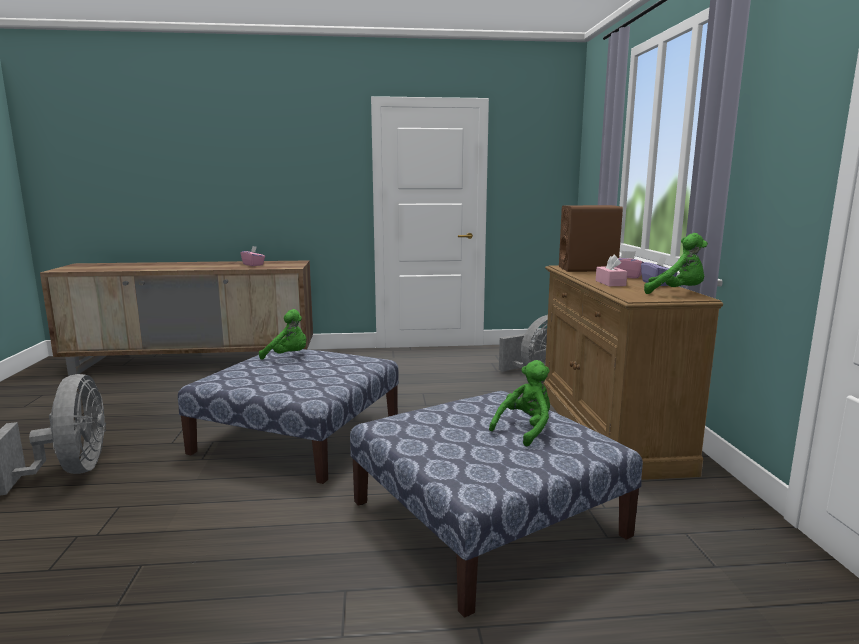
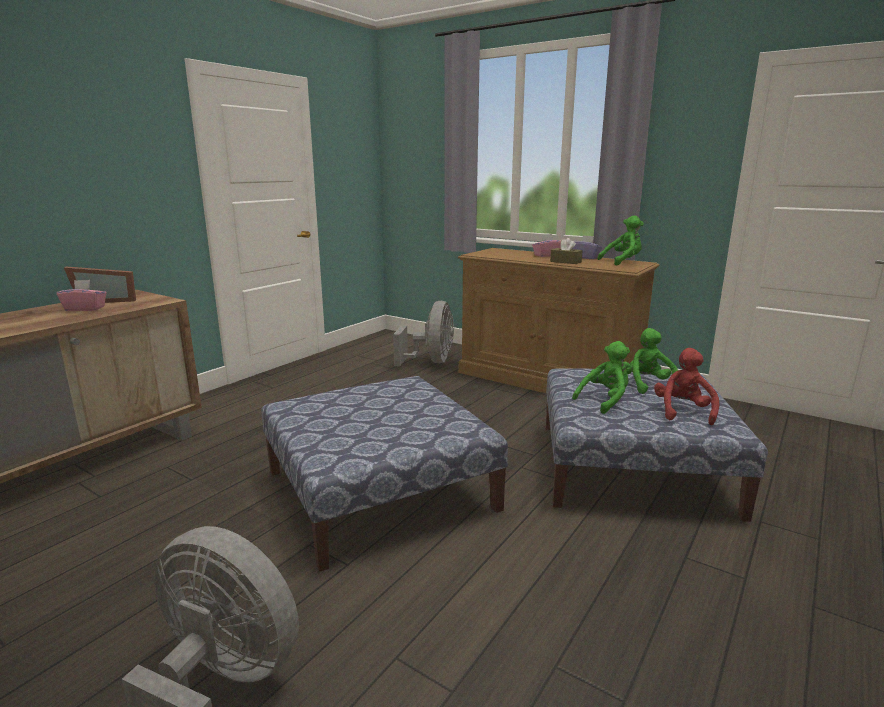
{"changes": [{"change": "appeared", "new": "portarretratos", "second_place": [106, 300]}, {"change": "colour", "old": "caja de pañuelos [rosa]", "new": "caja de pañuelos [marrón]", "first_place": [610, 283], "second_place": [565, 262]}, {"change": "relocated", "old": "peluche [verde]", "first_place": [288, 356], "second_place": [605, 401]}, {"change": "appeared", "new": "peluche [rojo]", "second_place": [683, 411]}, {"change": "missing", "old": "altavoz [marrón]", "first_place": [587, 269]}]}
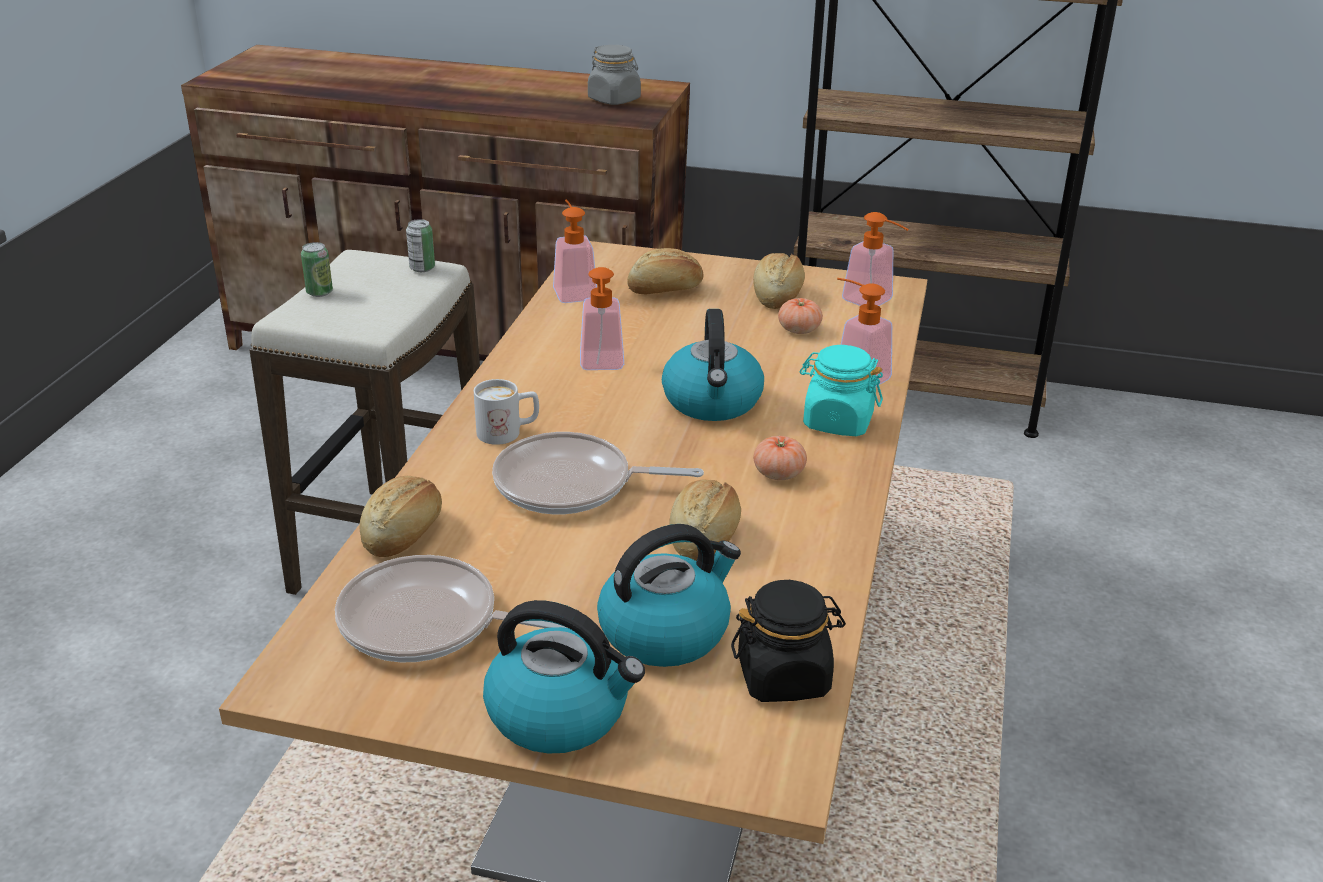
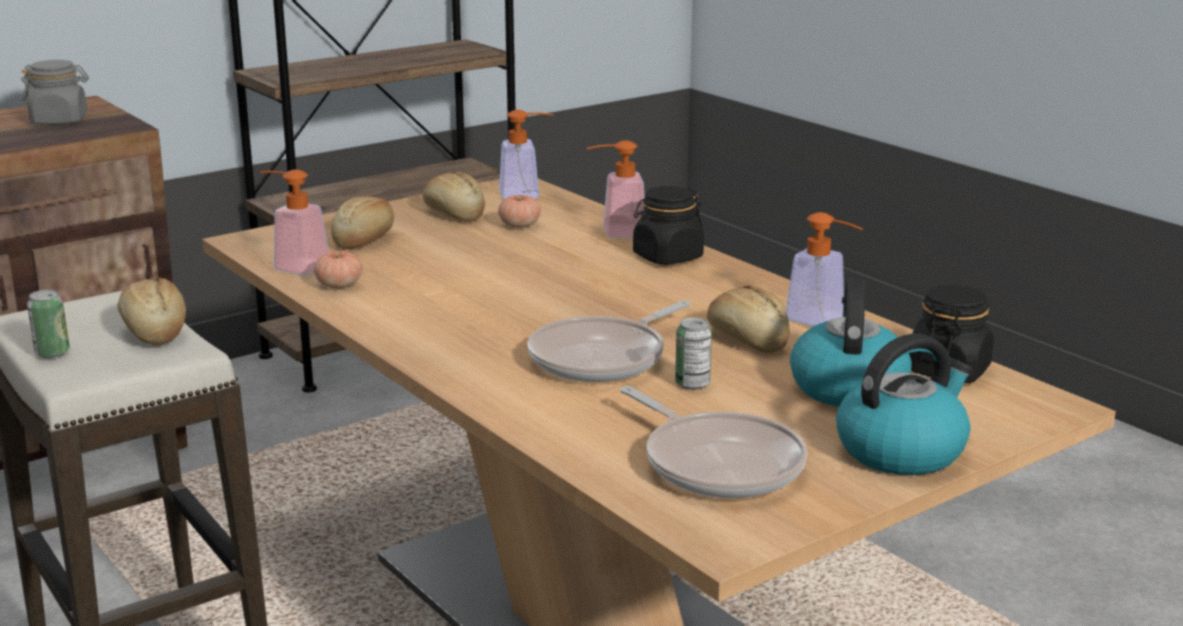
{"changes": [{"change": "relocated", "old": "pan", "first_place": [405, 533], "second_place": [154, 331]}, {"change": "relocated", "old": "tomate", "first_place": [778, 473], "second_place": [339, 285]}, {"change": "spun", "old": "sartén", "first_place": [428, 623], "second_place": [718, 463], "degrees": -90}, {"change": "colour", "old": "tarro [turquesa]", "new": "tarro [negro]", "first_place": [837, 422], "second_place": [667, 257]}, {"change": "relocated", "old": "lata", "first_place": [422, 268], "second_place": [692, 384]}, {"change": "relocated", "old": "dispensador de jabón", "first_place": [602, 366], "second_place": [824, 321]}, {"change": "missing", "old": "taza grande [blanco]", "first_place": [508, 432]}, {"change": "missing", "old": "hervidor", "first_place": [712, 402]}]}
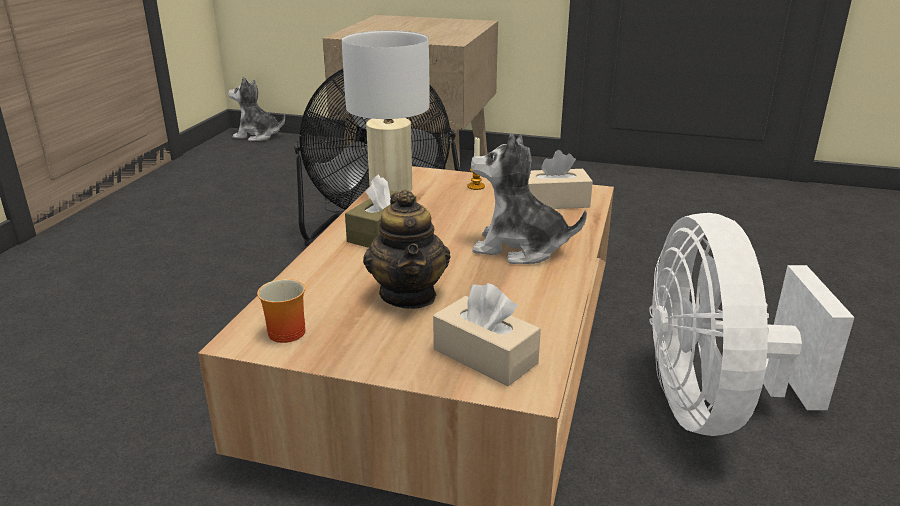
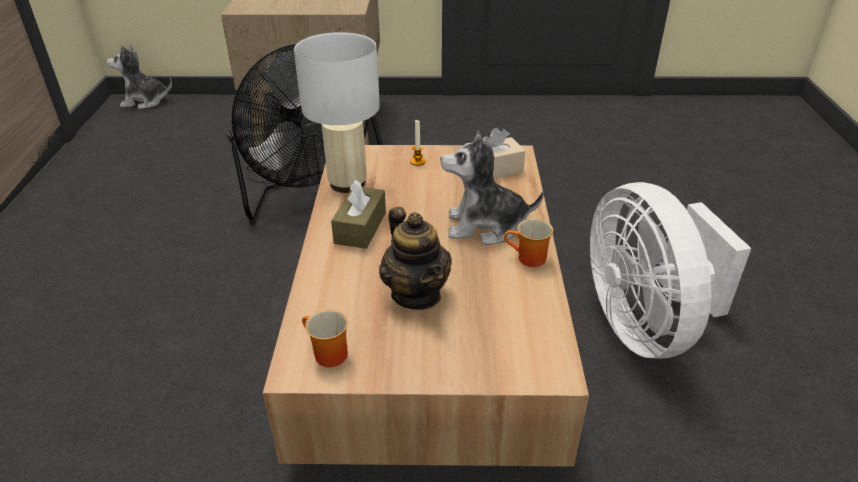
{"changes": [{"change": "appeared", "new": "taza grande", "second_place": [528, 259]}, {"change": "missing", "old": "caja de pañuelos [beis]", "first_place": [485, 356]}]}
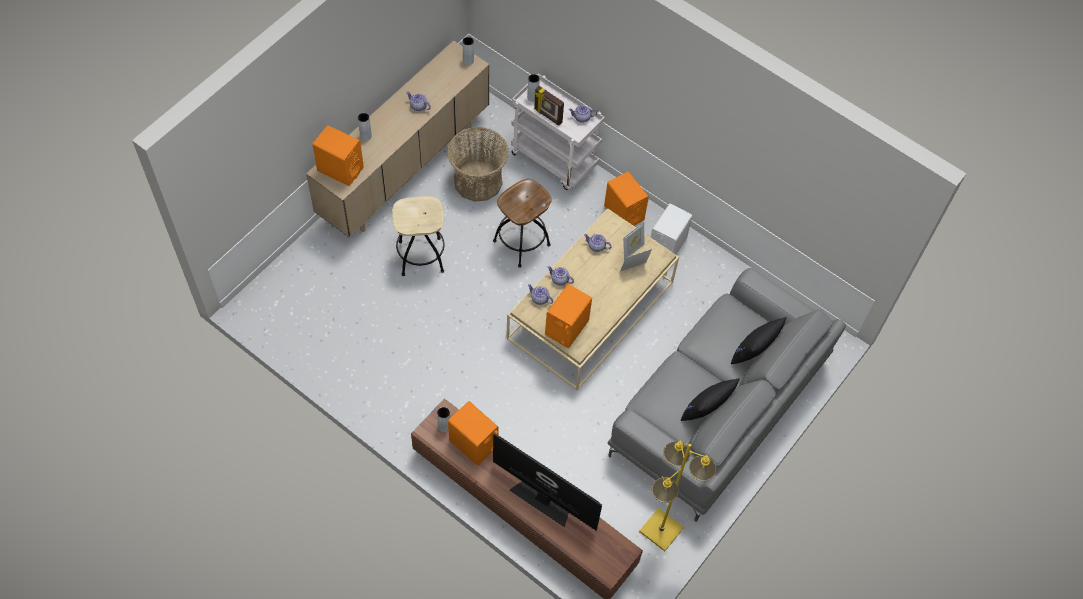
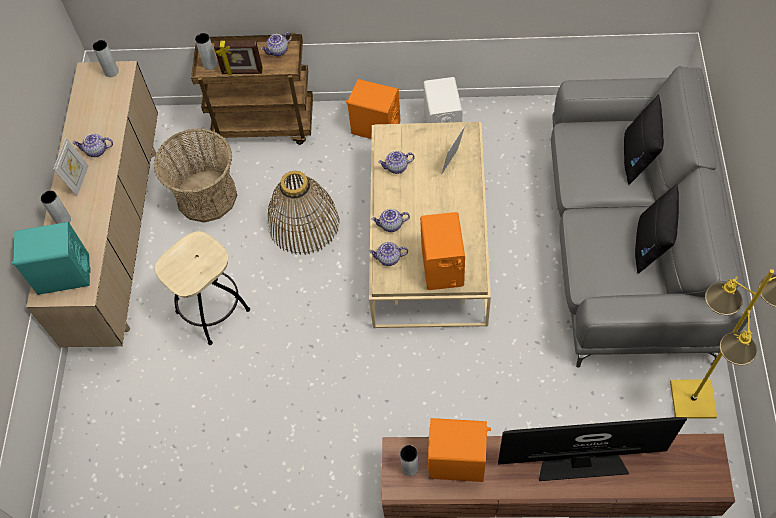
{"changes": [{"change": "colour", "old": "altavoz [naranja]", "new": "altavoz [turquesa]", "first_place": [340, 169], "second_place": [63, 275]}, {"change": "relocated", "old": "portarretratos", "first_place": [632, 250], "second_place": [79, 180]}, {"change": "colour", "old": "carrito [blanco]", "new": "carrito [marrón]", "first_place": [555, 160], "second_place": [265, 124]}, {"change": "exchanged", "old": "taburete [marrón]", "new": "cesta", "first_place": [522, 242], "second_place": [303, 224]}]}
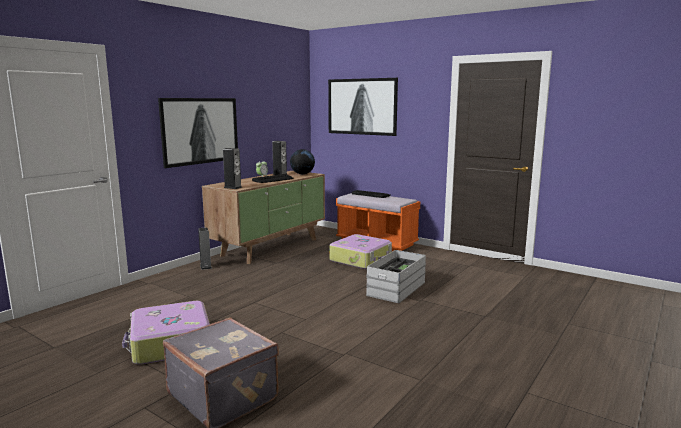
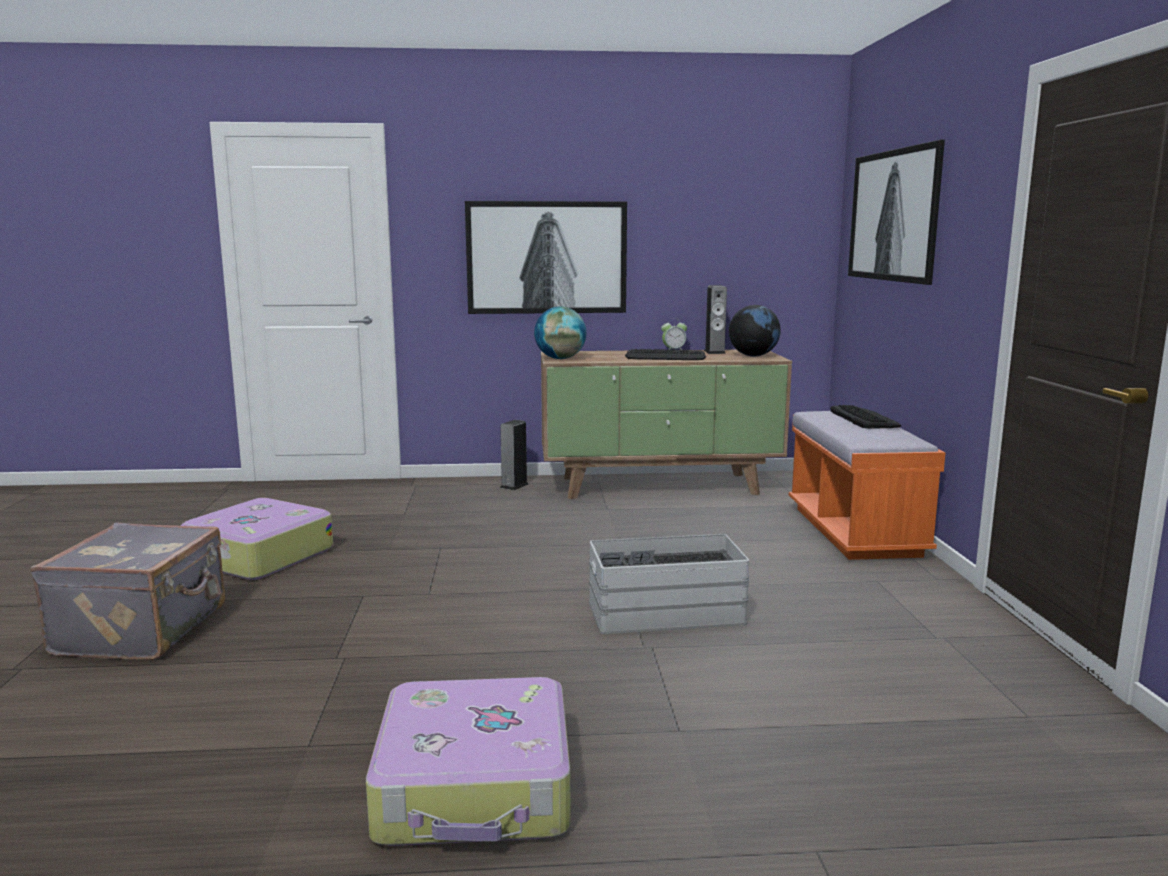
{"changes": [{"change": "relocated", "old": "maleta", "first_place": [361, 259], "second_place": [476, 787]}, {"change": "exchanged", "old": "altavoz", "new": "globo terráqueo", "first_place": [233, 187], "second_place": [560, 358]}]}
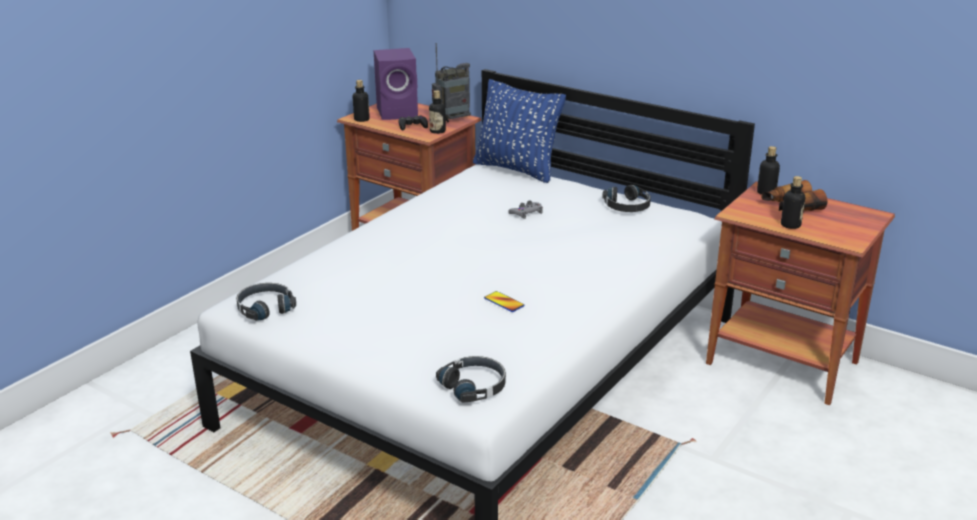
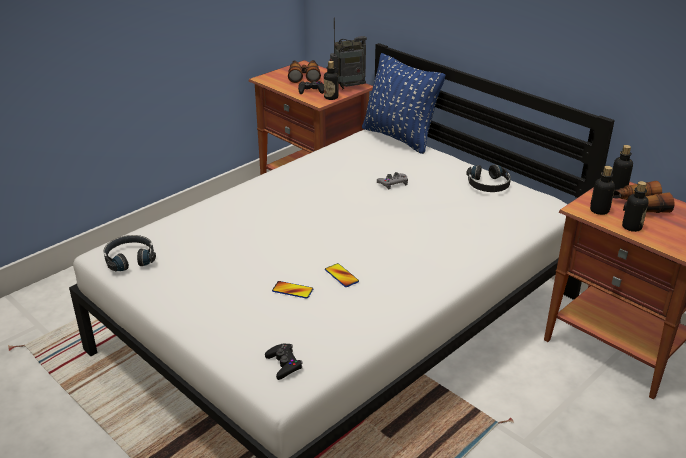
{"changes": [{"change": "exchanged", "old": "auriculares [negro]", "new": "mando de consola [negro]", "first_place": [474, 386], "second_place": [284, 364]}, {"change": "appeared", "new": "móvil", "second_place": [292, 290]}, {"change": "exchanged", "old": "altavoz [morado]", "new": "prismáticos", "first_place": [399, 112], "second_place": [304, 76]}, {"change": "relocated", "old": "botella", "first_place": [361, 119], "second_place": [599, 210]}]}
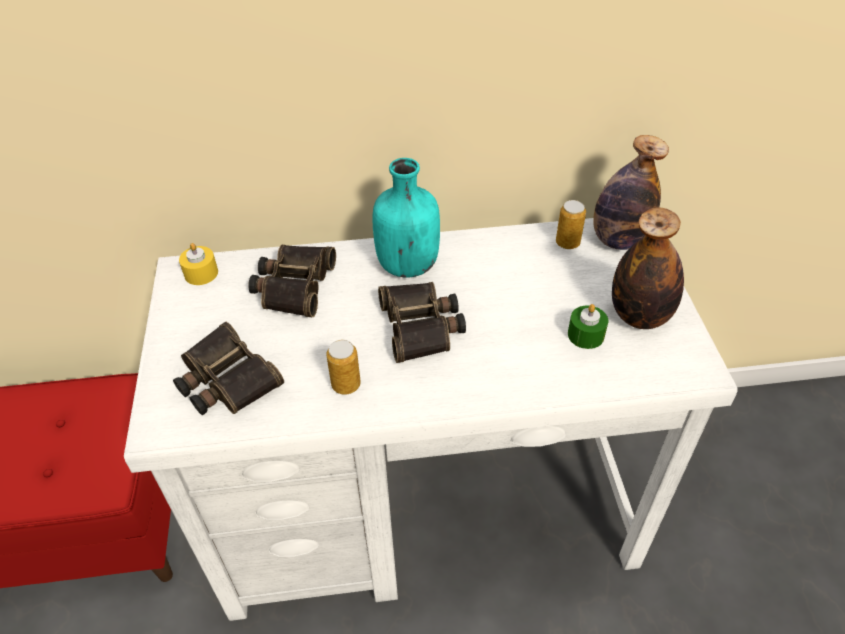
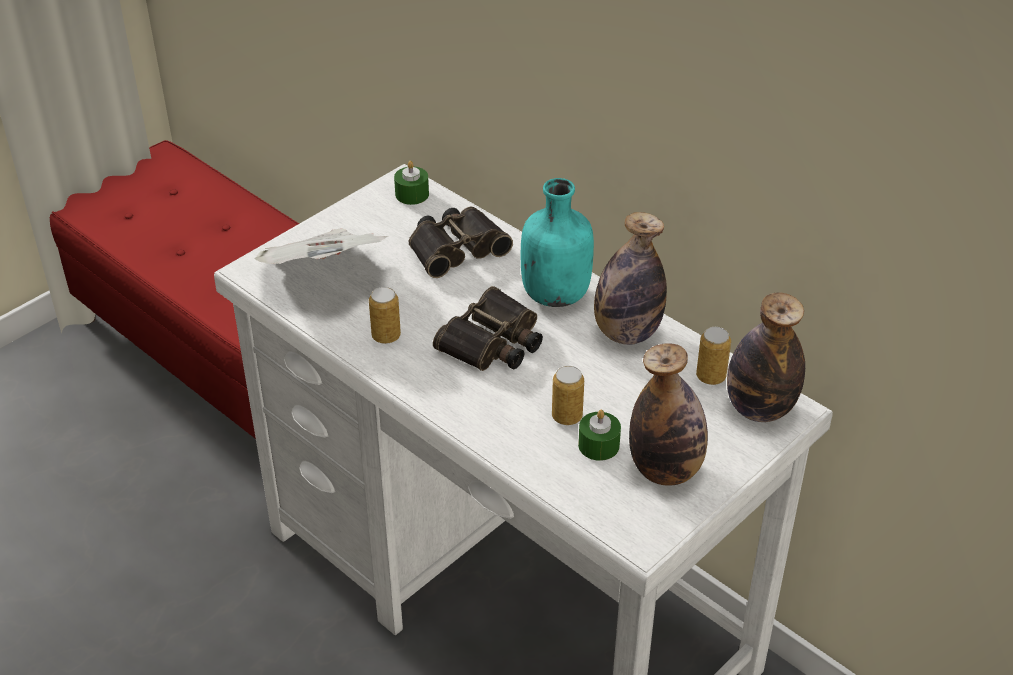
{"changes": [{"change": "exchanged", "old": "prismáticos", "new": "periódico", "first_place": [225, 380], "second_place": [324, 274]}, {"change": "colour", "old": "vela [amarillo]", "new": "vela [verde]", "first_place": [201, 273], "second_place": [412, 194]}, {"change": "appeared", "new": "lata", "second_place": [567, 416]}, {"change": "appeared", "new": "botella", "second_place": [626, 333]}]}
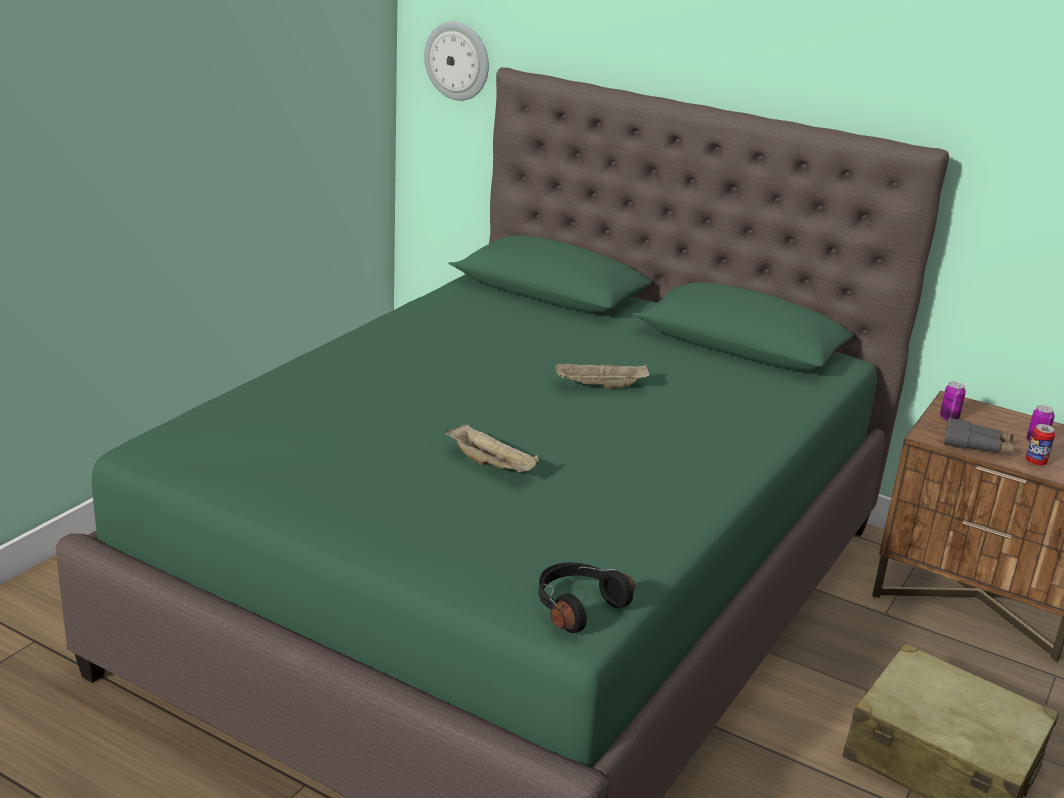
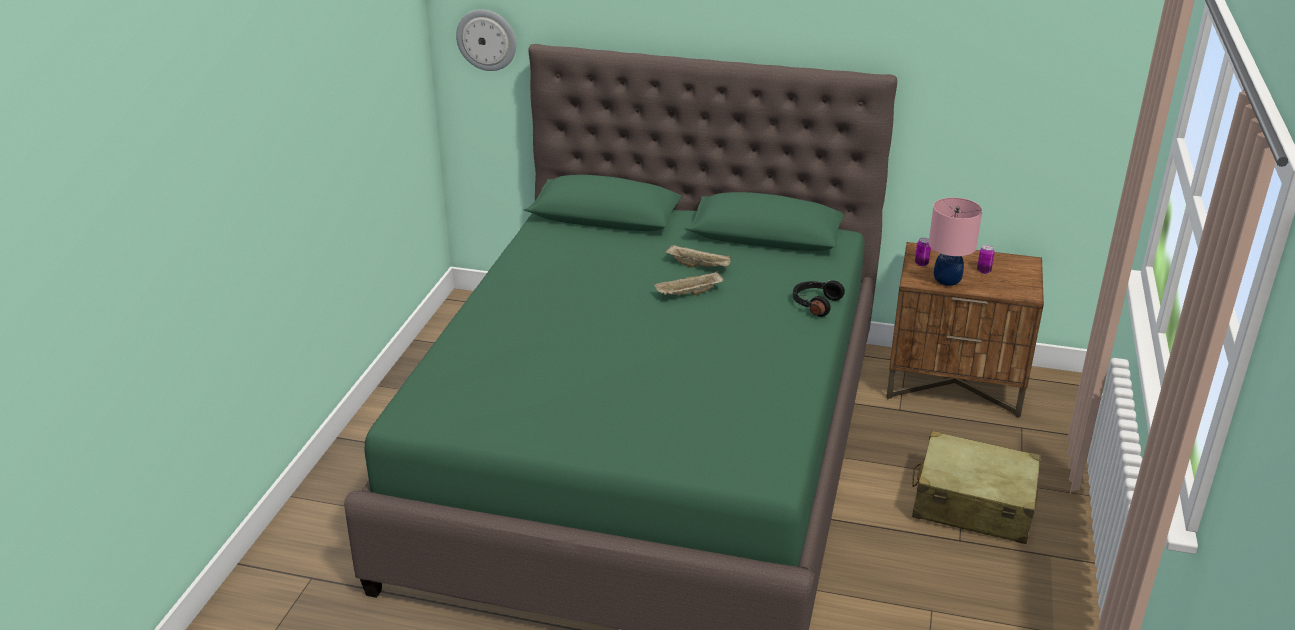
{"changes": [{"change": "relocated", "old": "bandeja [beis]", "first_place": [492, 465], "second_place": [699, 266]}, {"change": "relocated", "old": "auriculares [negro]", "first_place": [576, 606], "second_place": [815, 304]}, {"change": "exchanged", "old": "prismáticos [gris]", "new": "lámpara de mesa [rosa]", "first_place": [977, 445], "second_place": [948, 282]}, {"change": "missing", "old": "lata", "first_place": [1035, 462]}]}
